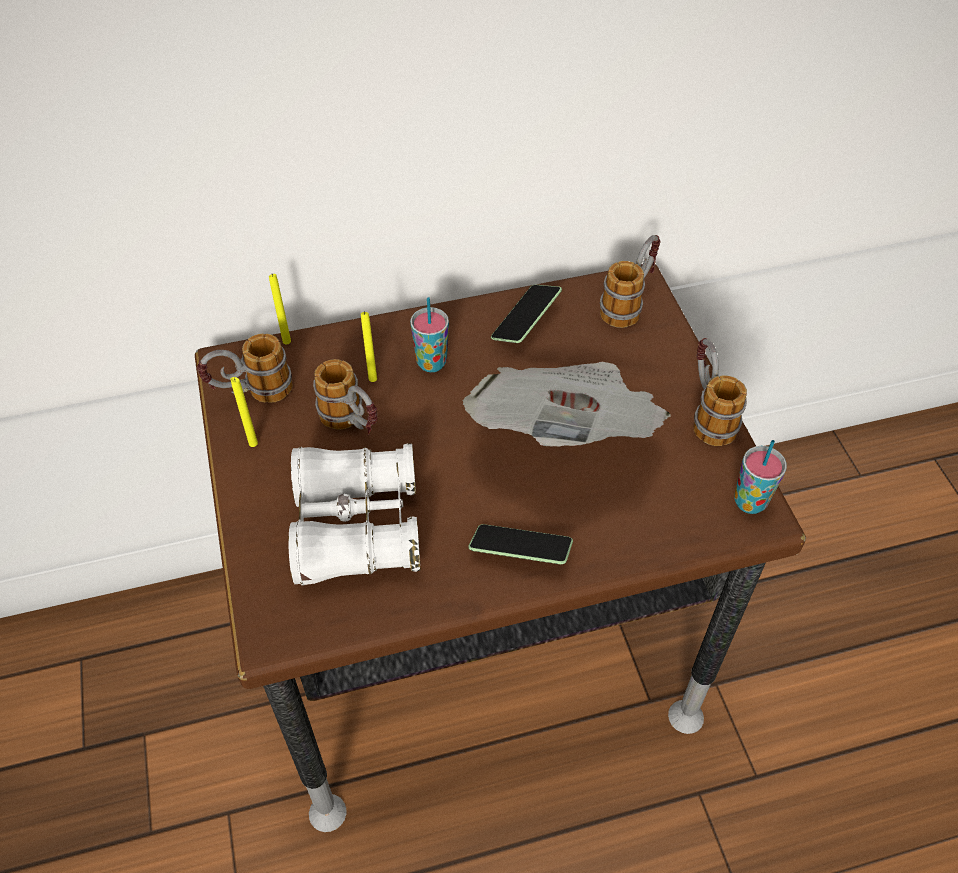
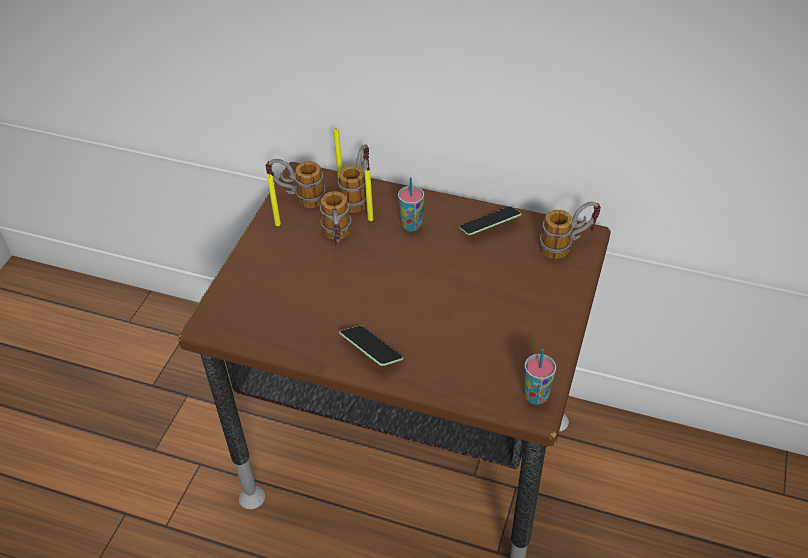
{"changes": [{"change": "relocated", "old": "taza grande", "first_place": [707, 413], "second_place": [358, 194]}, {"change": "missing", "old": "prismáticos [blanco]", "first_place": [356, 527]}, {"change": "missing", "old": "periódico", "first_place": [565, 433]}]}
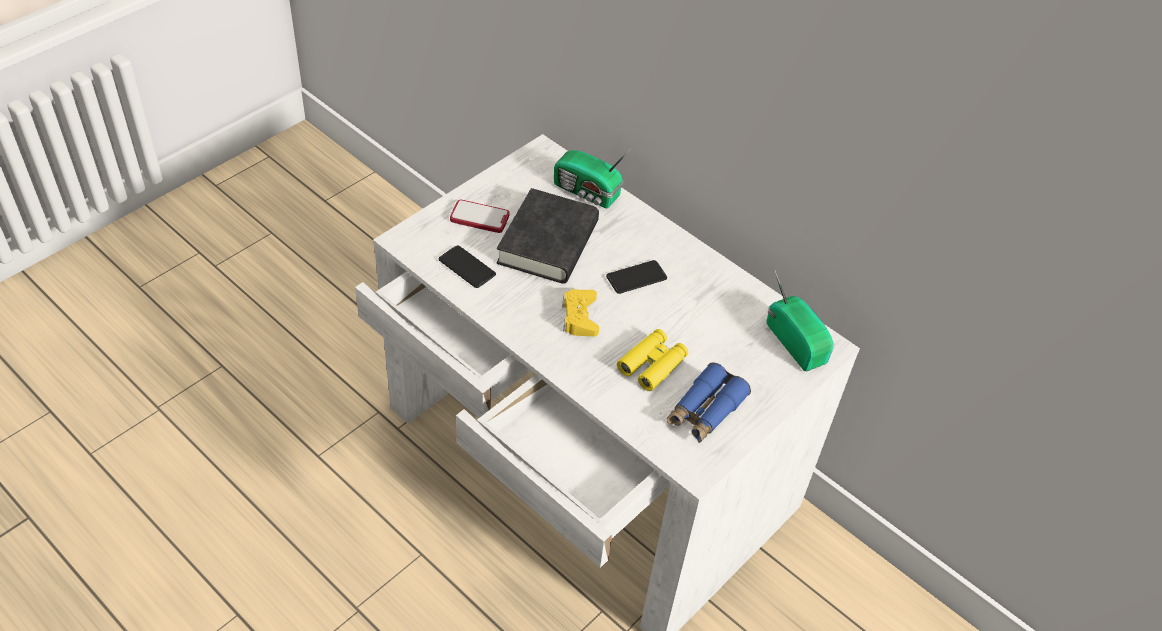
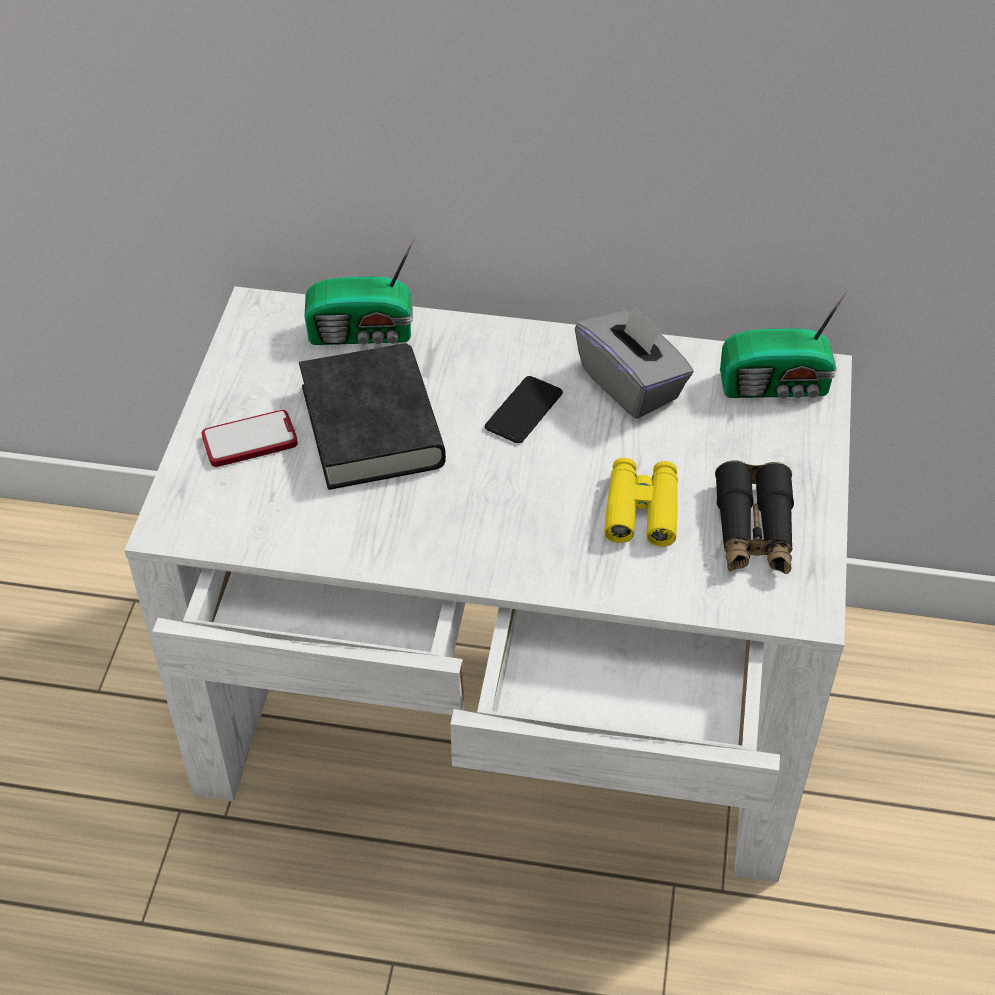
{"changes": [{"change": "appeared", "new": "caja de pañuelos [gris]", "second_place": [631, 384]}, {"change": "colour", "old": "prismáticos [azul]", "new": "prismáticos [negro]", "first_place": [705, 411], "second_place": [753, 531]}, {"change": "spun", "old": "radio", "first_place": [796, 341], "second_place": [777, 386], "degrees": 150}, {"change": "missing", "old": "móvil", "first_place": [467, 267]}, {"change": "missing", "old": "mando de consola [amarillo]", "first_place": [579, 317]}]}
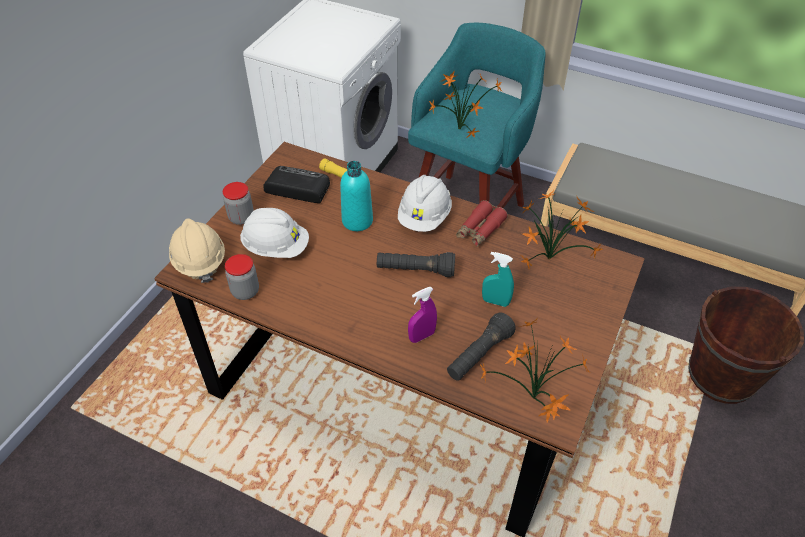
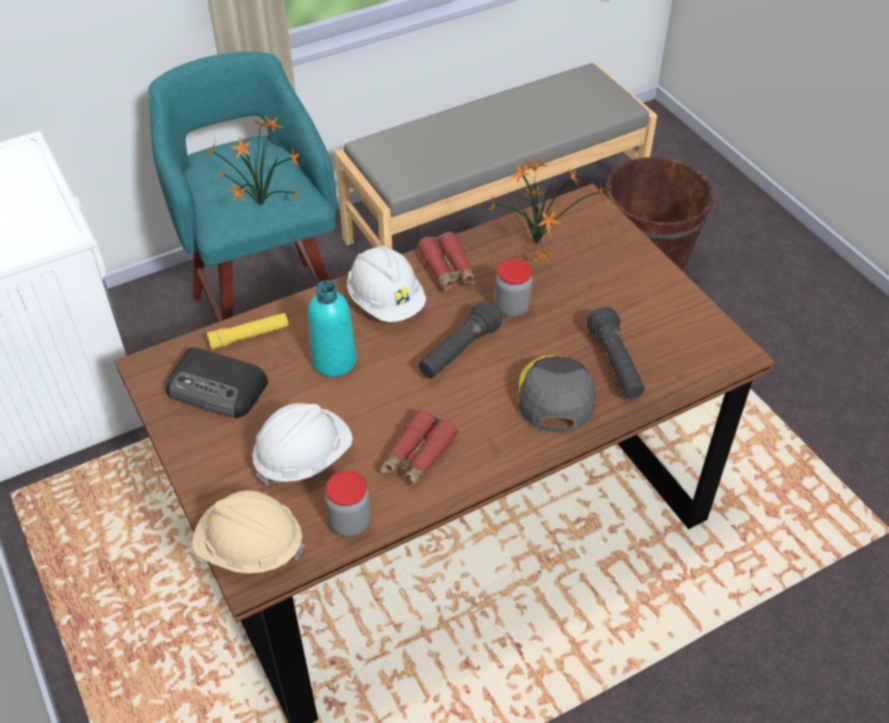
{"changes": [{"change": "spun", "old": "radio", "first_place": [296, 188], "second_place": [218, 389], "degrees": -120}, {"change": "appeared", "new": "prismáticos [rojo]", "second_place": [417, 456]}, {"change": "relocated", "old": "tarro", "first_place": [241, 218], "second_place": [512, 308]}, {"change": "exchanged", "old": "pulverizador [morado]", "new": "gorra [gris]", "first_place": [422, 336], "second_place": [555, 395]}, {"change": "missing", "old": "planta en maceta", "first_place": [533, 401]}, {"change": "missing", "old": "pulverizador [turquesa]", "first_place": [495, 302]}]}
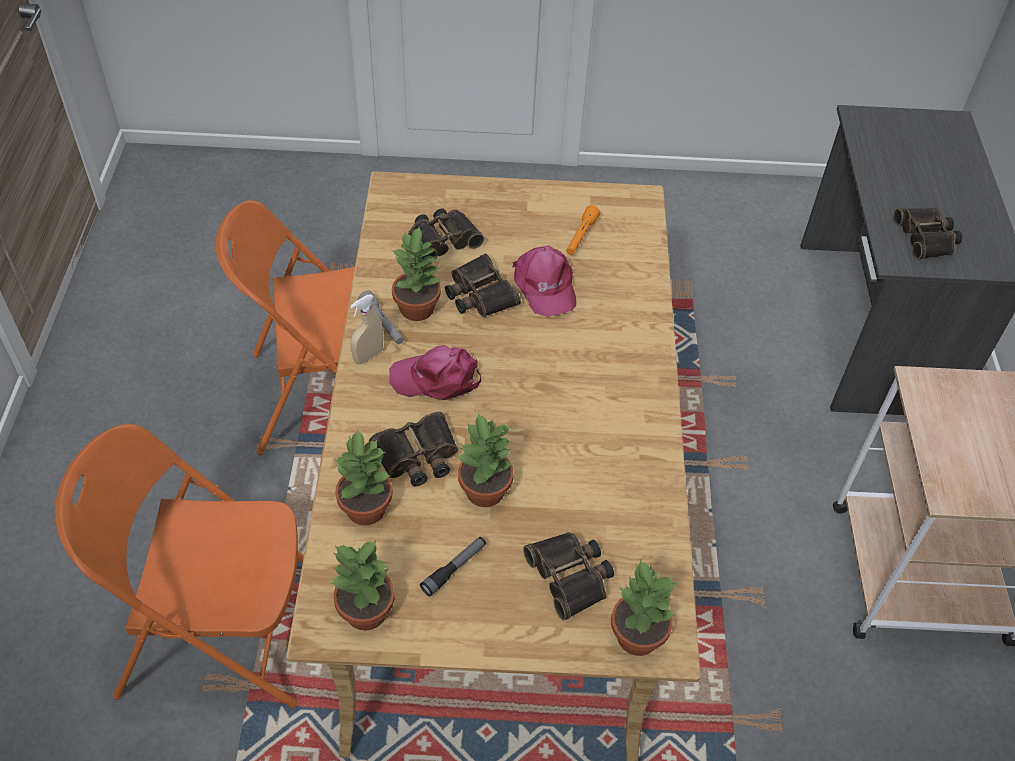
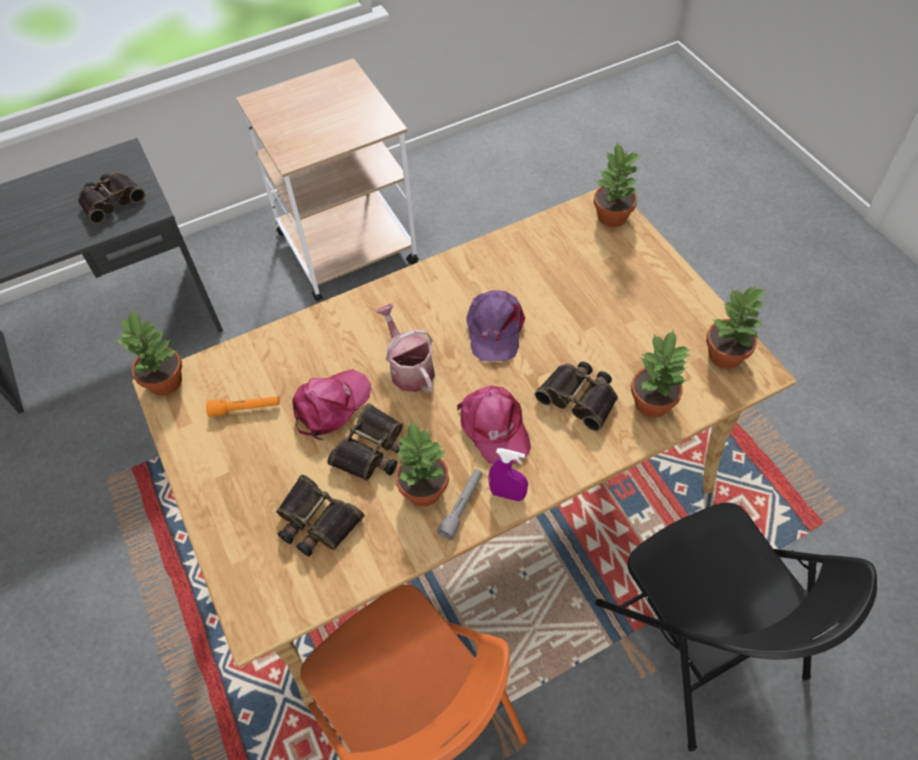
{"changes": [{"change": "relocated", "old": "planta en maceta", "first_place": [485, 492], "second_place": [166, 381]}, {"change": "appeared", "new": "regadera", "second_place": [409, 368]}, {"change": "appeared", "new": "gorra [morado]", "second_place": [494, 329]}, {"change": "colour", "old": "pulverizador [beis]", "new": "pulverizador [morado]", "first_place": [368, 356], "second_place": [507, 494]}, {"change": "colour", "old": "silla [naranja]", "new": "silla [negro]", "first_place": [221, 629], "second_place": [698, 639]}, {"change": "missing", "old": "linterna", "first_place": [454, 569]}, {"change": "missing", "old": "prismáticos", "first_place": [571, 576]}]}
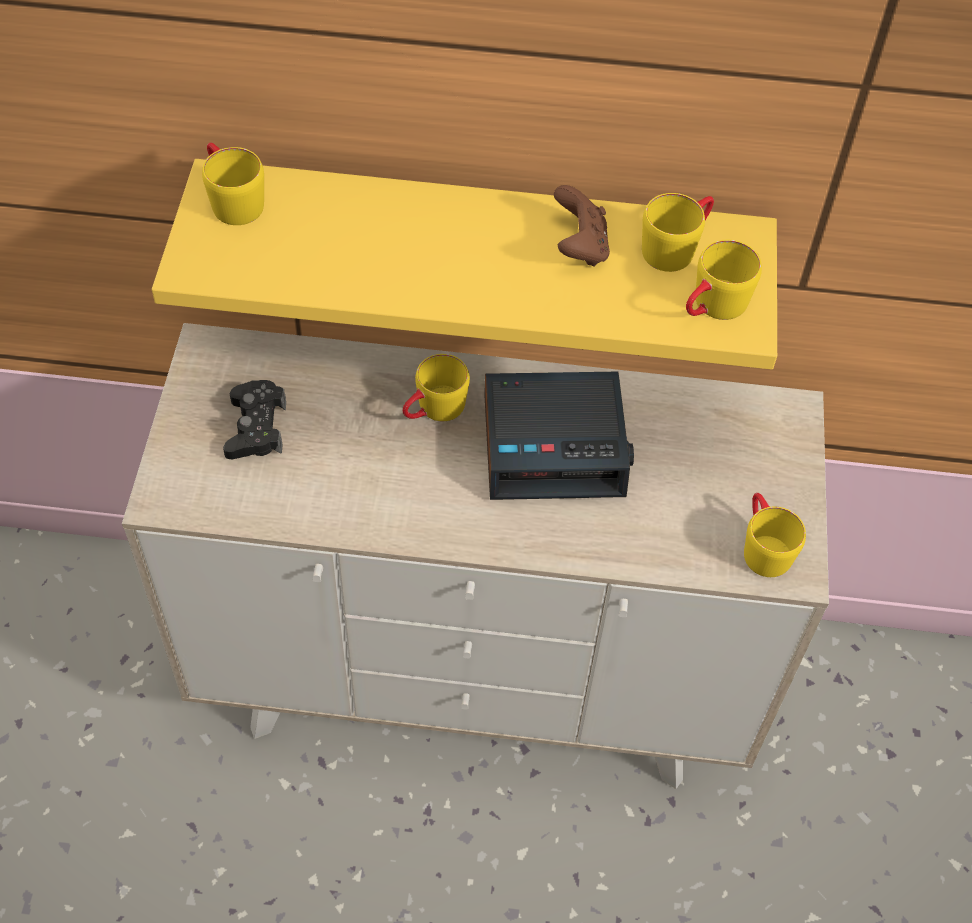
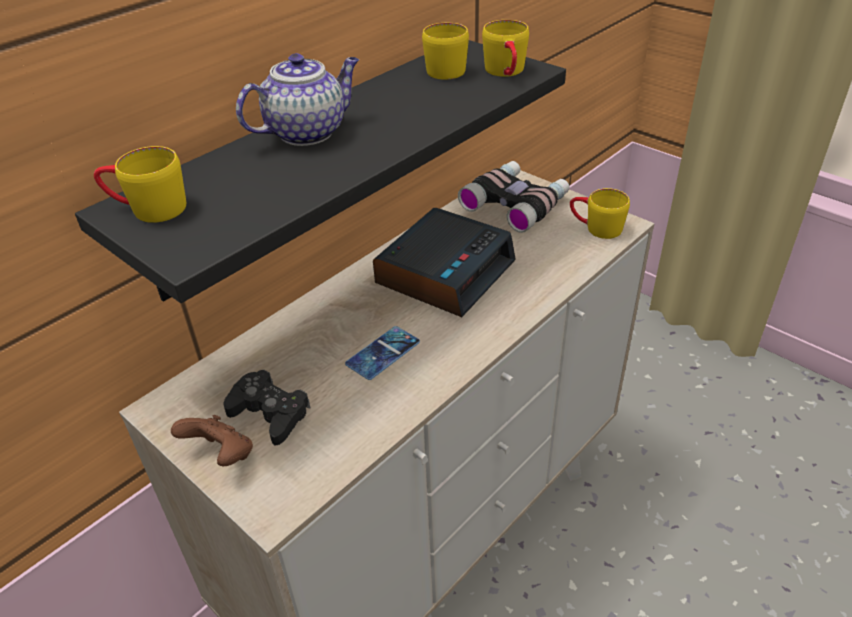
{"changes": [{"change": "colour", "old": "estante [amarillo]", "new": "estante [negro]", "first_place": [481, 238], "second_place": [310, 163]}, {"change": "relocated", "old": "mando de consola [marrón]", "first_place": [579, 247], "second_place": [221, 455]}, {"change": "appeared", "new": "tetera", "second_place": [307, 132]}, {"change": "appeared", "new": "móvil", "second_place": [383, 353]}, {"change": "appeared", "new": "prismáticos", "second_place": [516, 203]}, {"change": "missing", "old": "taza grande [amarillo]", "first_place": [433, 410]}]}
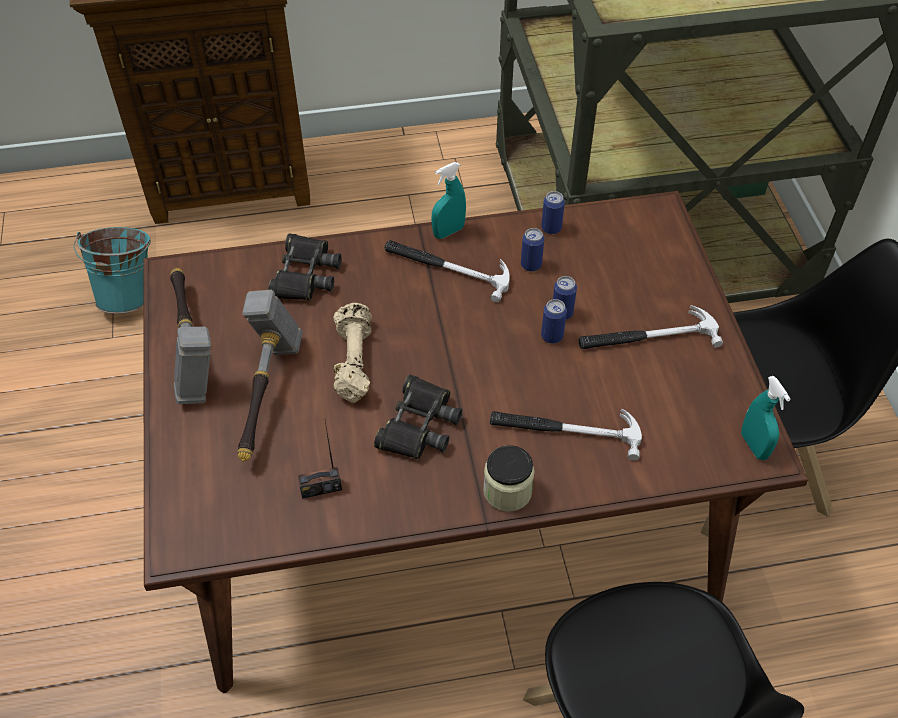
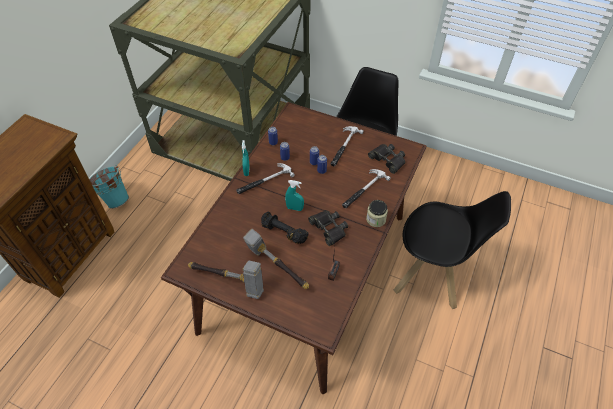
{"changes": [{"change": "relocated", "old": "cubo [turquesa]", "first_place": [129, 294], "second_place": [115, 199]}, {"change": "colour", "old": "mancuerna [beis]", "new": "mancuerna [negro]", "first_place": [353, 361], "second_place": [283, 233]}, {"change": "relocated", "old": "pulverizador [turquesa]", "first_place": [754, 445], "second_place": [294, 208]}, {"change": "relocated", "old": "prismáticos [negro]", "first_place": [305, 274], "second_place": [387, 160]}]}
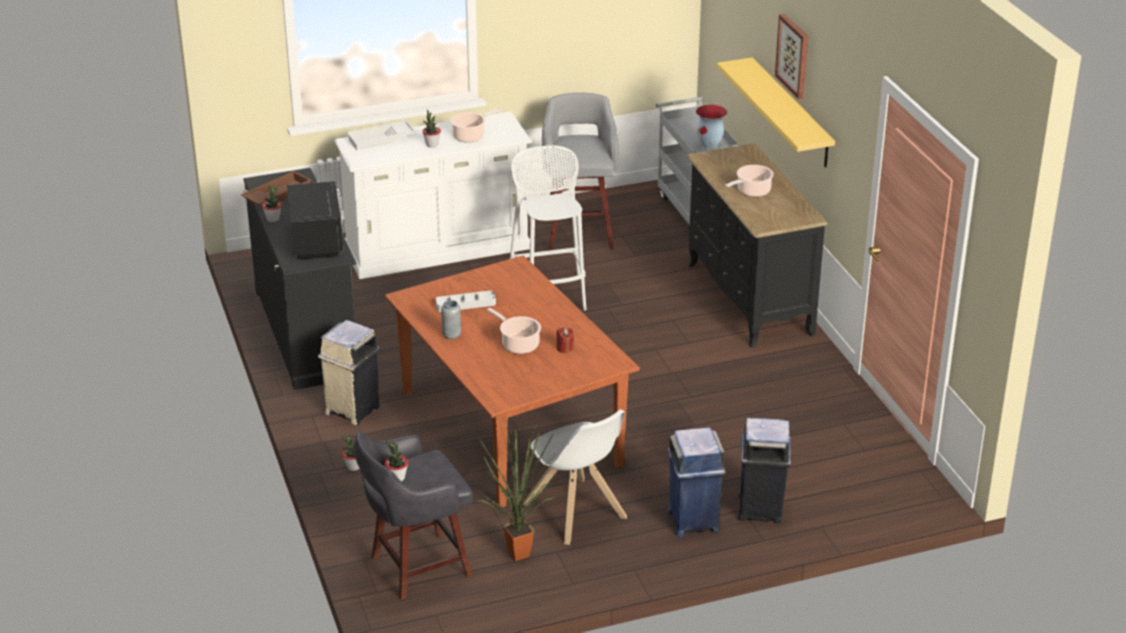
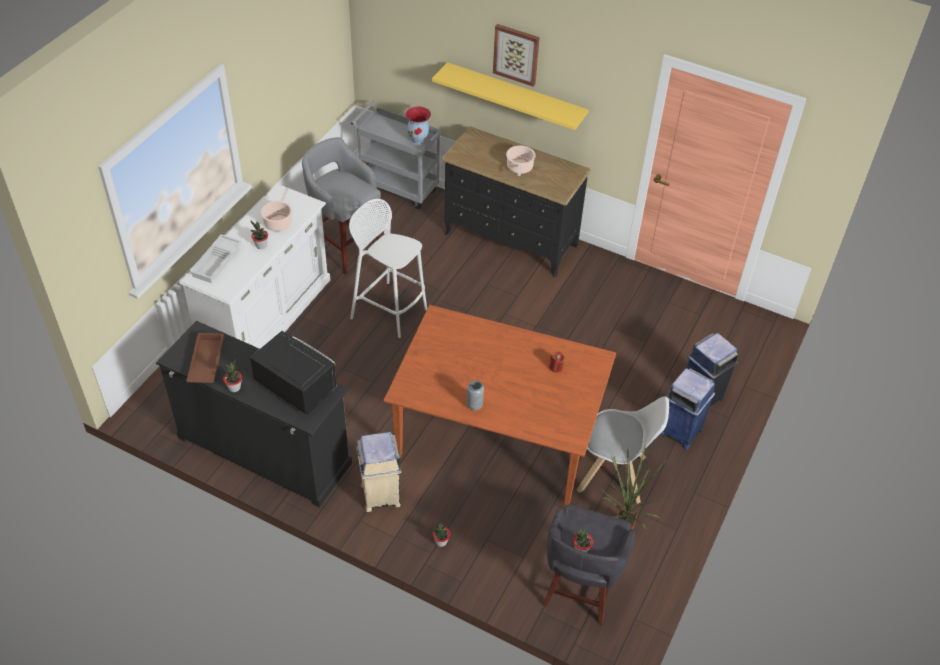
{"changes": [{"change": "missing", "old": "bandeja [gris]", "first_place": [466, 304]}, {"change": "missing", "old": "olla", "first_place": [518, 344]}]}
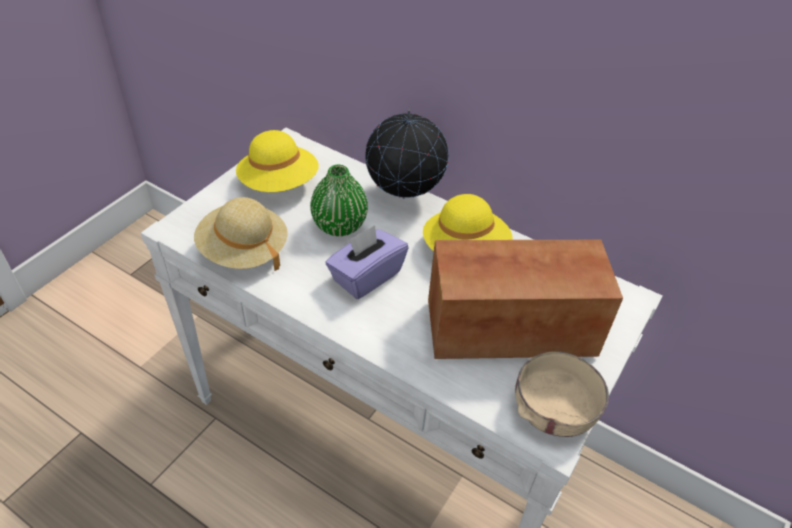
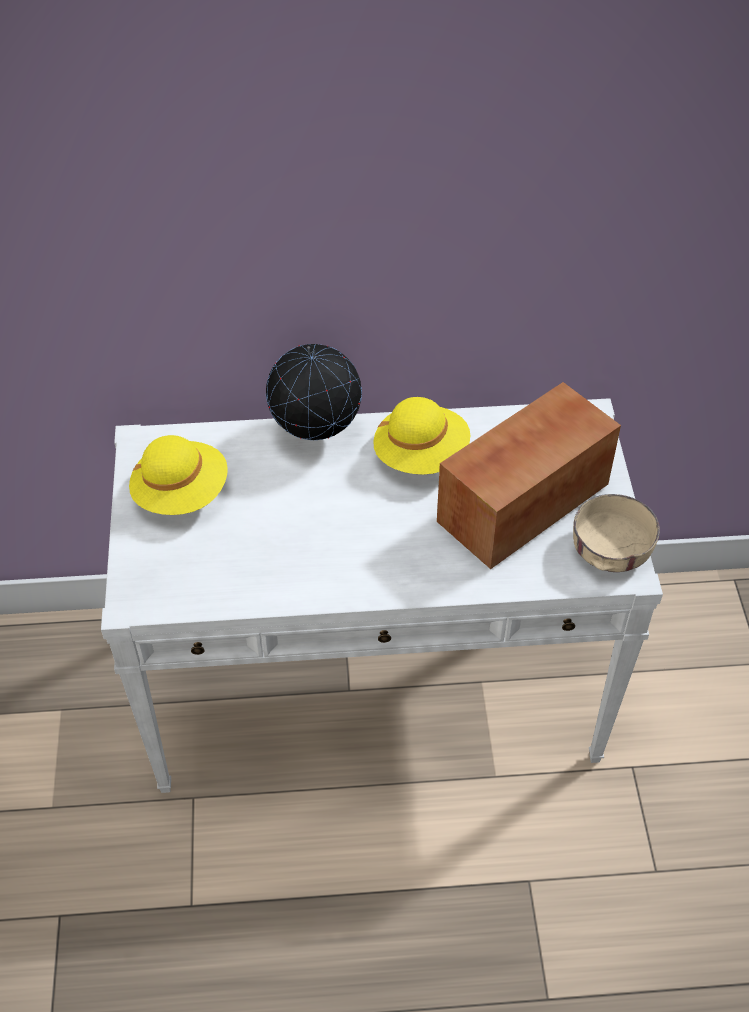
{"changes": [{"change": "missing", "old": "sombrero [beis]", "first_place": [243, 251]}, {"change": "missing", "old": "florero [verde]", "first_place": [339, 225]}, {"change": "missing", "old": "caja de pañuelos [morado]", "first_place": [366, 276]}]}
